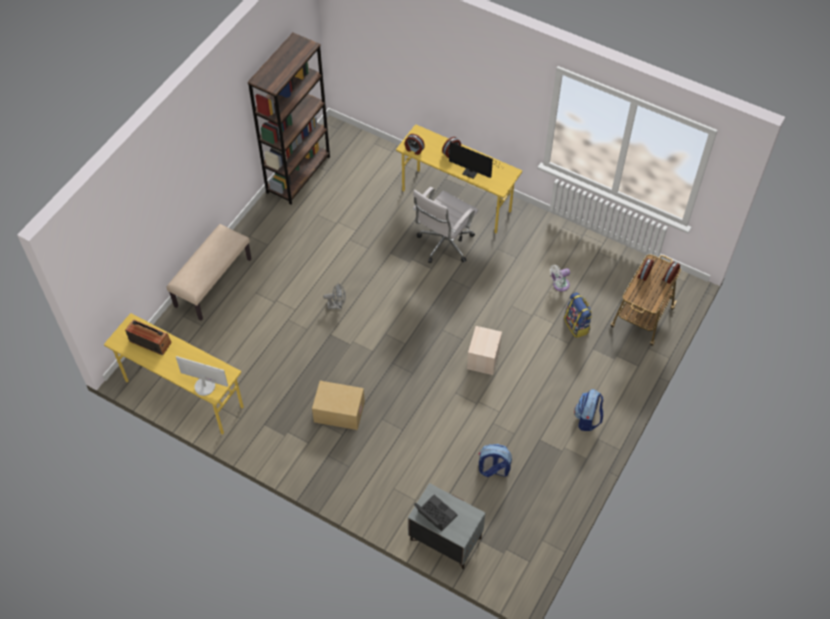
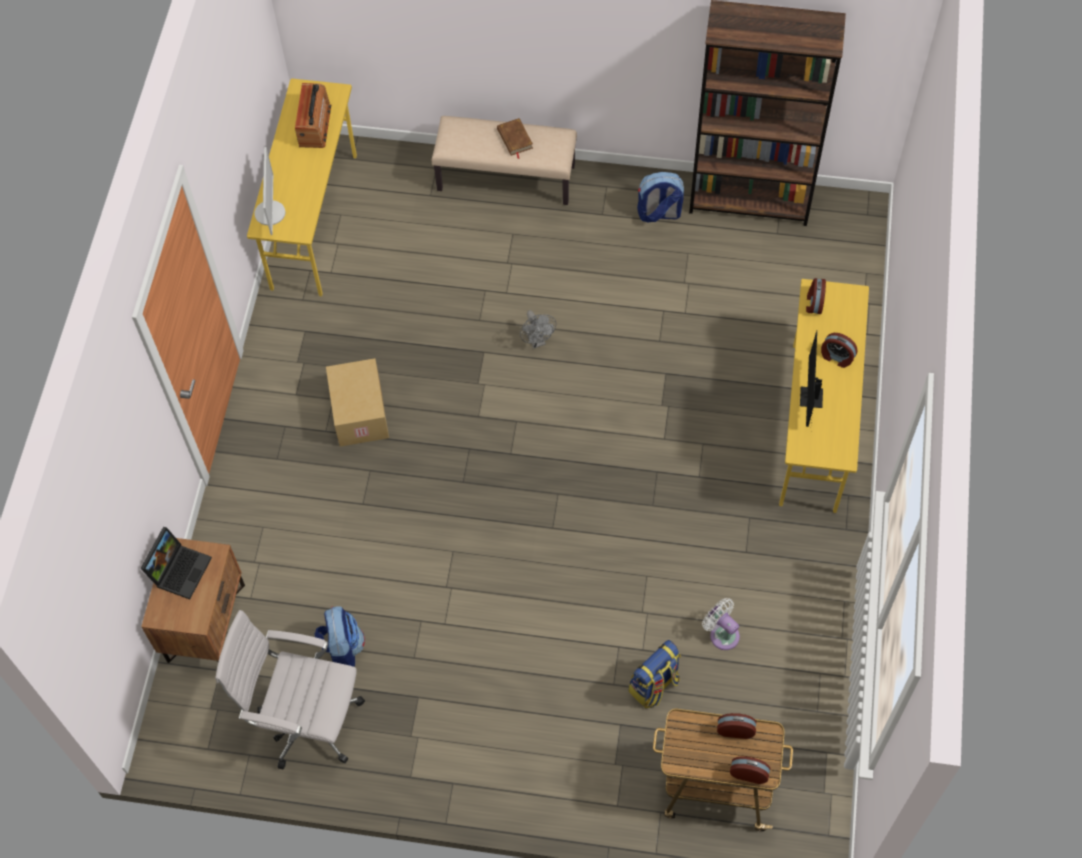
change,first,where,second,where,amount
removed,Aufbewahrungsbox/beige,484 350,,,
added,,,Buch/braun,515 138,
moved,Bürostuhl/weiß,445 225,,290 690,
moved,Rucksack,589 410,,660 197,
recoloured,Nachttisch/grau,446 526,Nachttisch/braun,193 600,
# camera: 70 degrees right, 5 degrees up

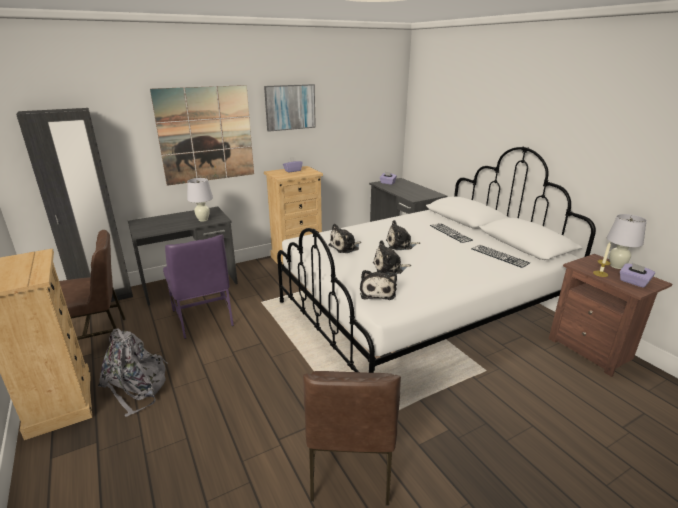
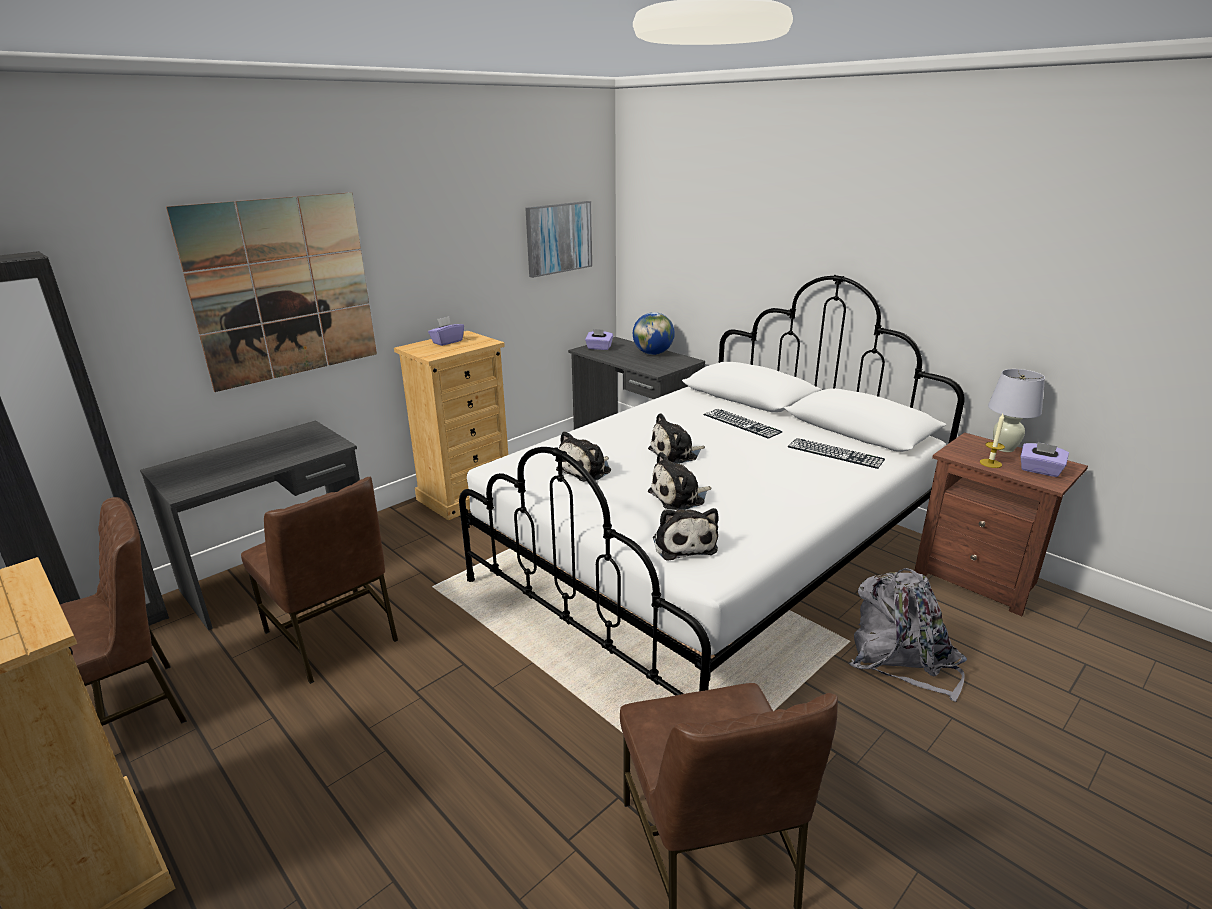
change,first,where,second,where,amount
removed,Tischlampe/weiß,200 200,,,
added,,,Globus,654 333,
moved,Rucksack/grau,133 373,,908 635,
moved,Bild,290 108,,558 239,
recoloured,Stuhl/lila,198 287,Stuhl/braun,319 580,
# camera: 15 degrees left, 0 degrees up

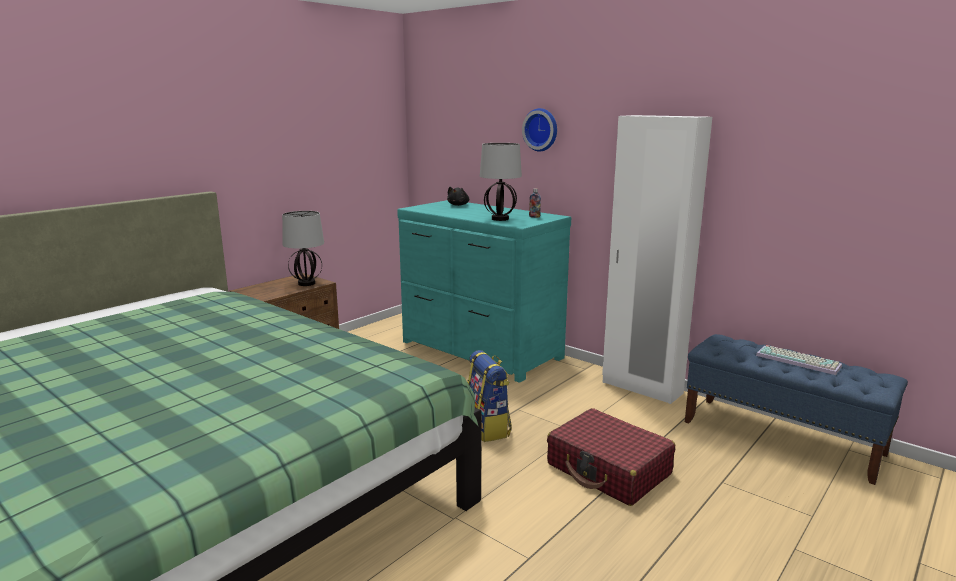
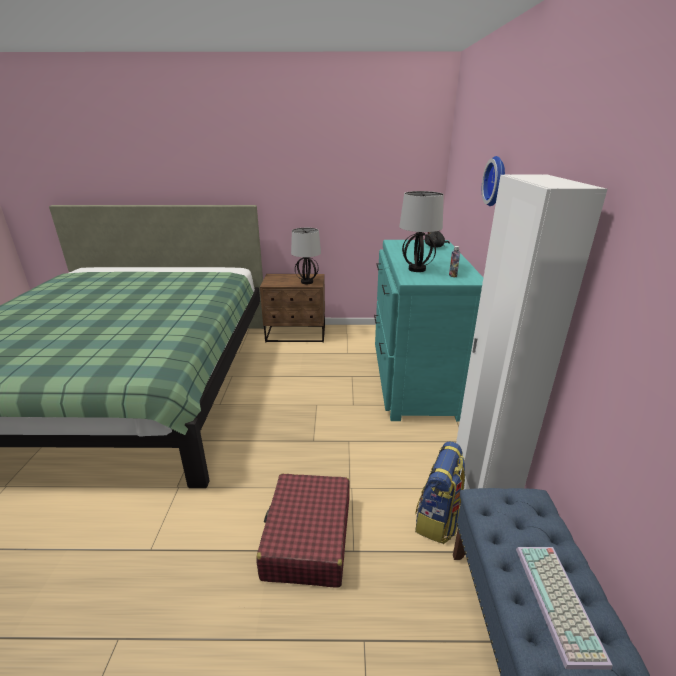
change,first,where,second,where,amount
moved,Rucksack,489 396,,440 492,
# camera: 50 degrees right, 10 degrees up

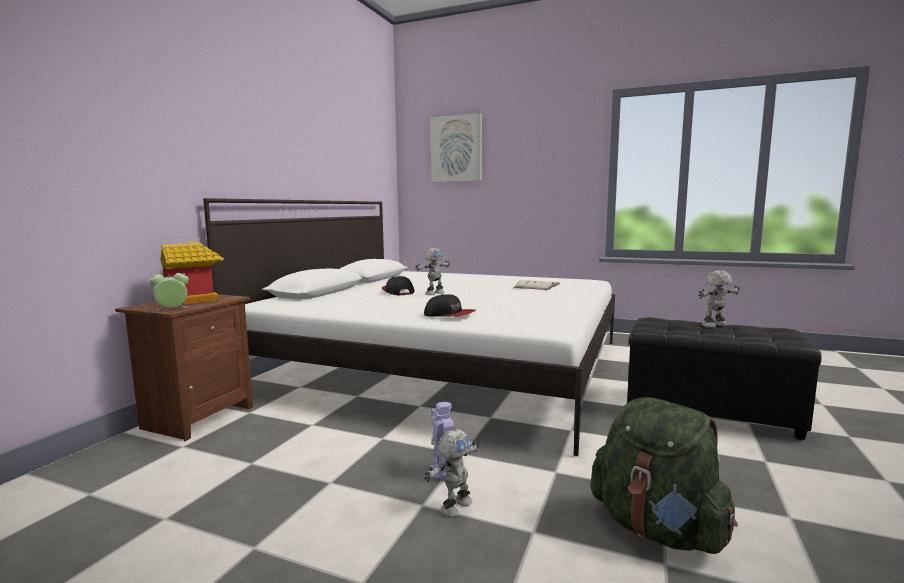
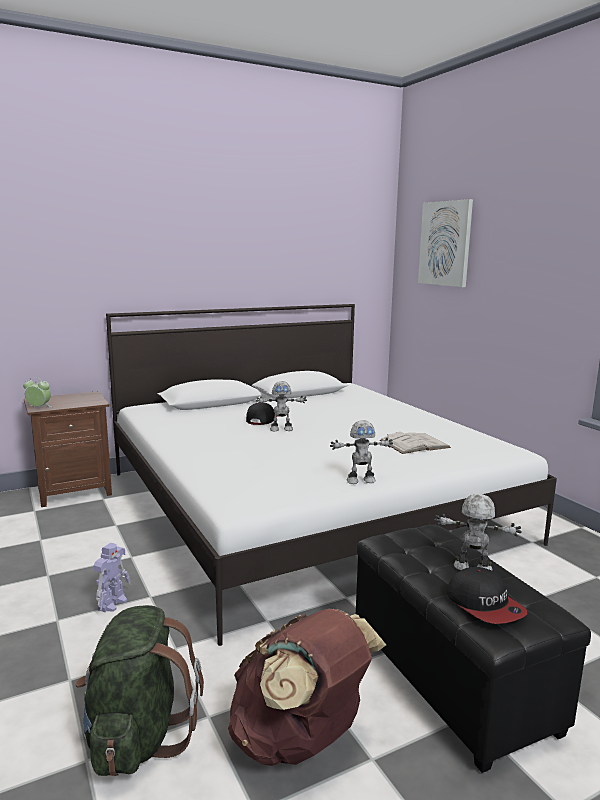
change,first,where,second,where,amount
removed,Spielzeughaus,192 273,,,
added,,,Rucksack/braun,307 687,
moved,Kappe,450 305,,487 595,
moved,Spielzeugroboter,451 473,,361 452,
# camera: 40 degrees right, 5 degrees up

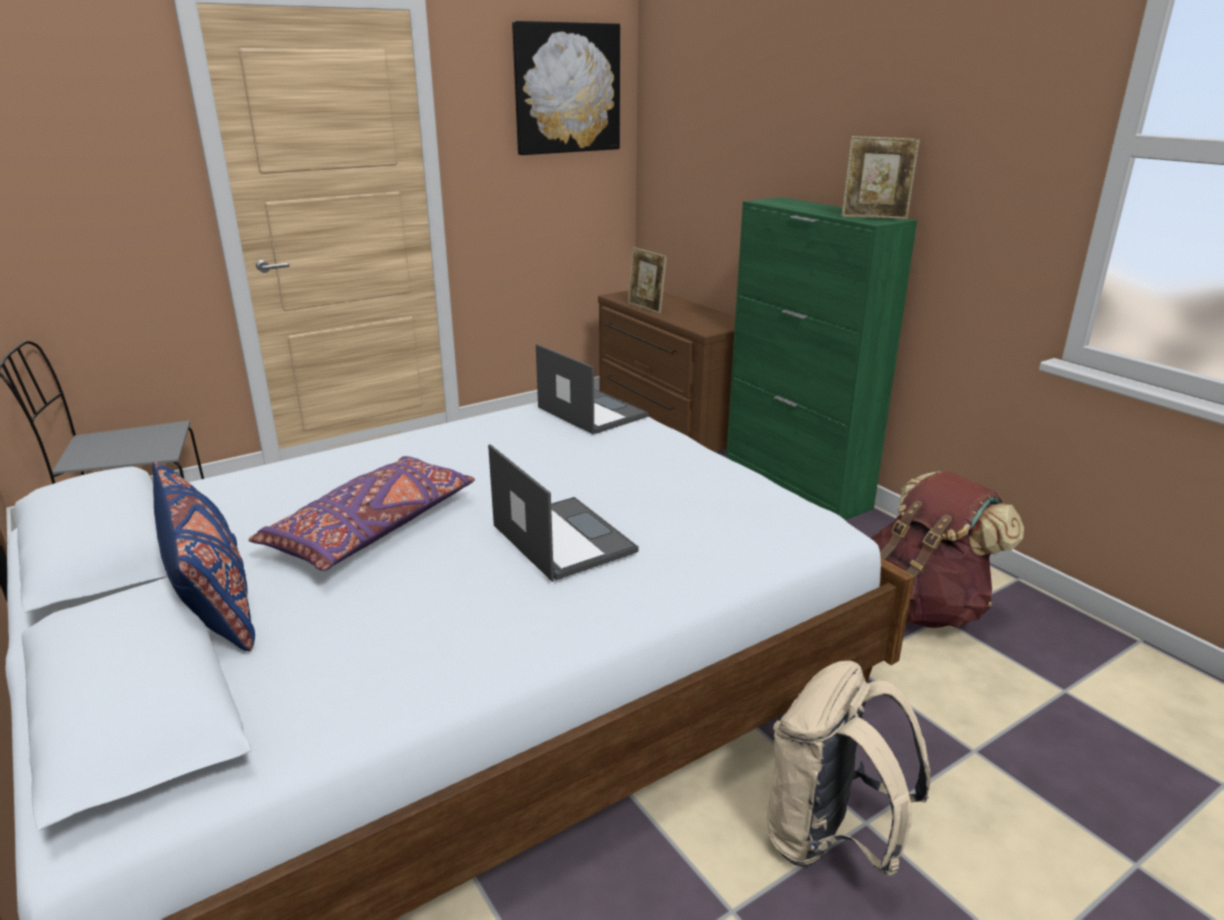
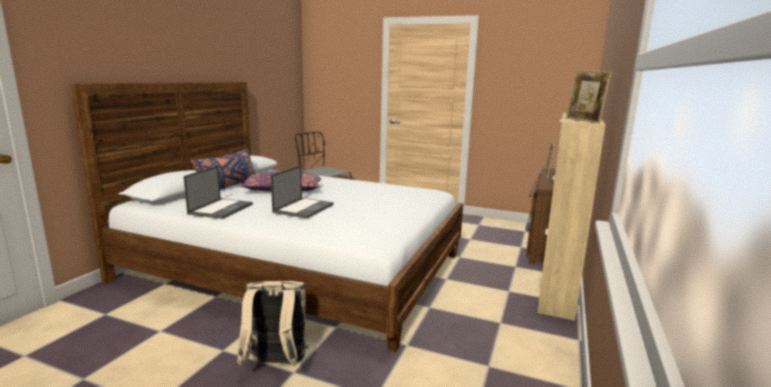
change,first,where,second,where,amount
removed,Bild,566 88,,,
removed,Rucksack/braun,947 549,,,
moved,Laptop,592 389,,218 192,
recoloured,Schrank/grün,821 358,Schrank/beige,571 217,
# camera: 55 degrees right, 10 degrees down

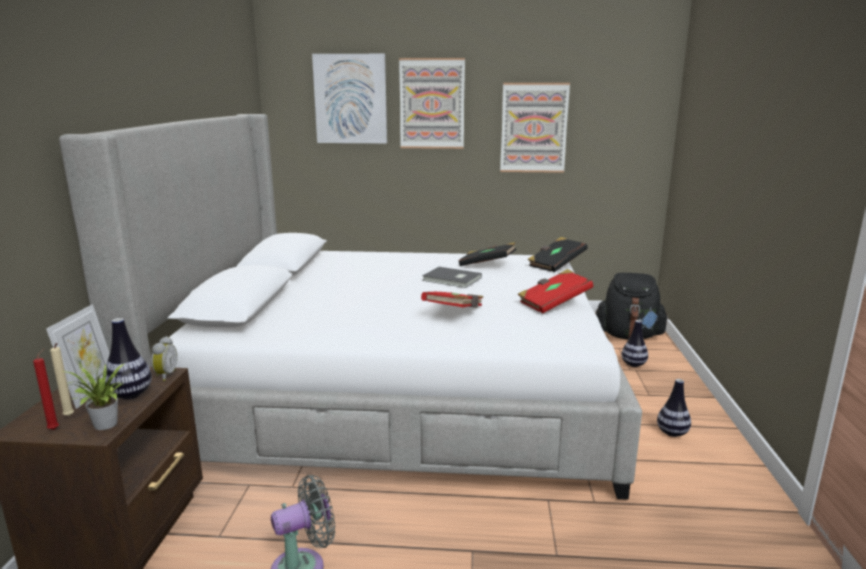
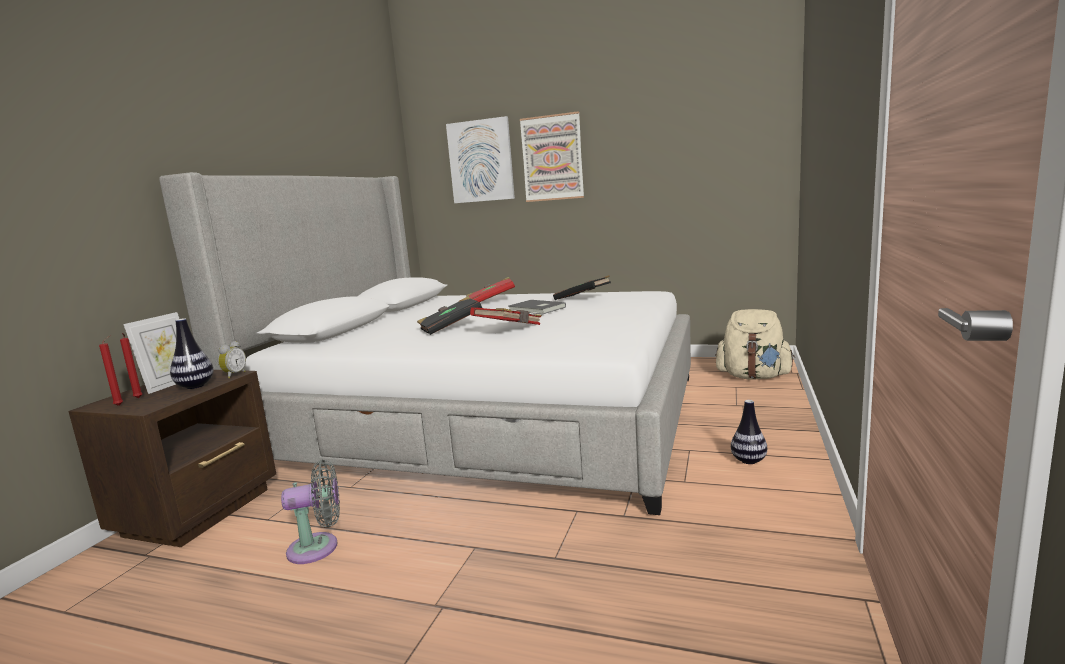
change,first,where,second,where,amount
removed,Topfpflanze,95 396,,,
removed,Bild,535 128,,,
removed,Vase,635 343,,,
moved,Buch/rot,555 291,,490 289,
moved,Buch/schwarz,558 254,,449 315,
recoloured,Kerze/beige,62 379,Kerze/rot,131 365,
recoloured,Rucksack/schwarz,632 306,Rucksack/beige,755 344,
# camera: 15 degrees right, 5 degrees down

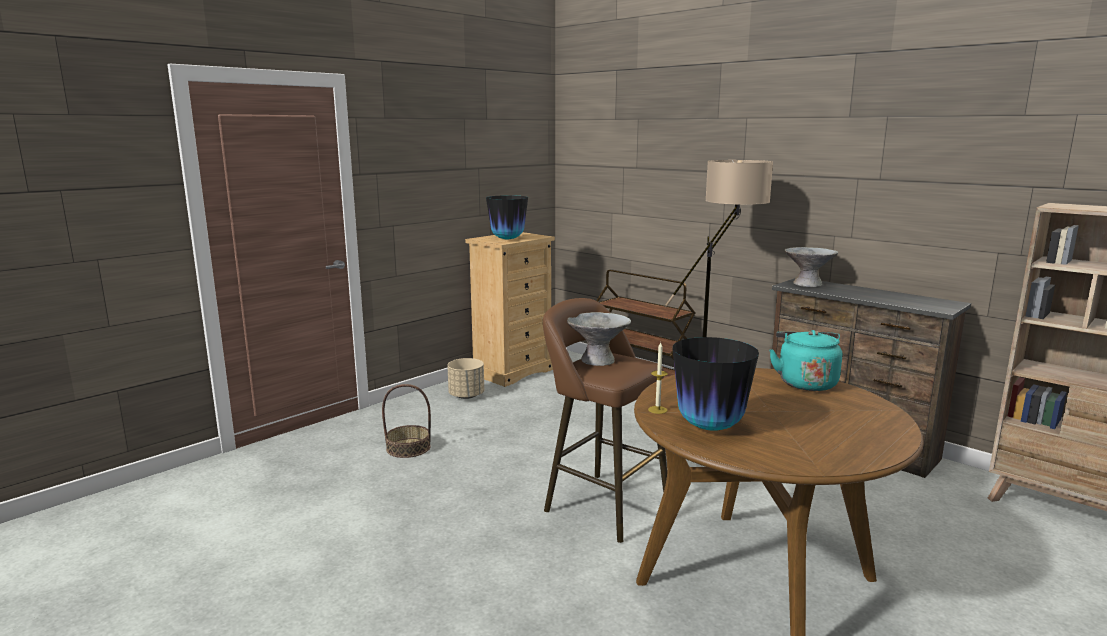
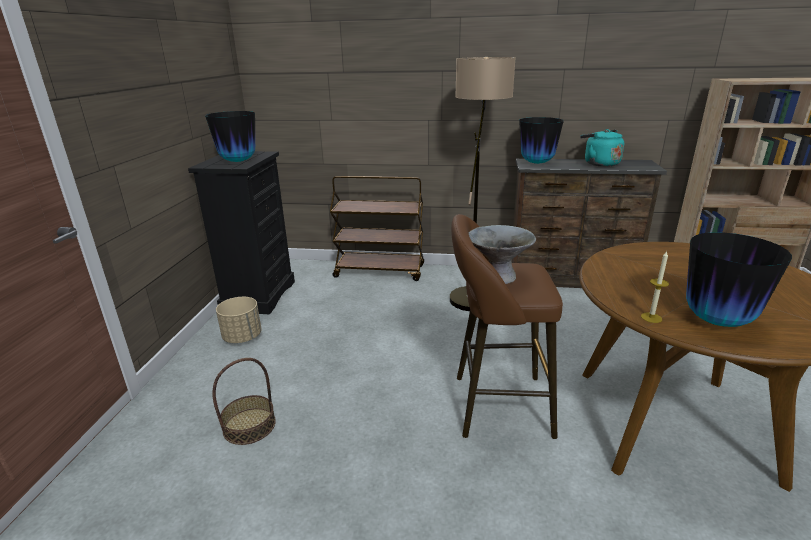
change,first,where,second,where,amount
moved,Wasserkessel/türkis,805 360,,602 148,
replaced,Schüssel/grau,811 267,Vase,541 140,
recoloured,Kommode/beige,510 309,Kommode/schwarz,241 232,
# camera: 35 degrees left, 10 degrees up

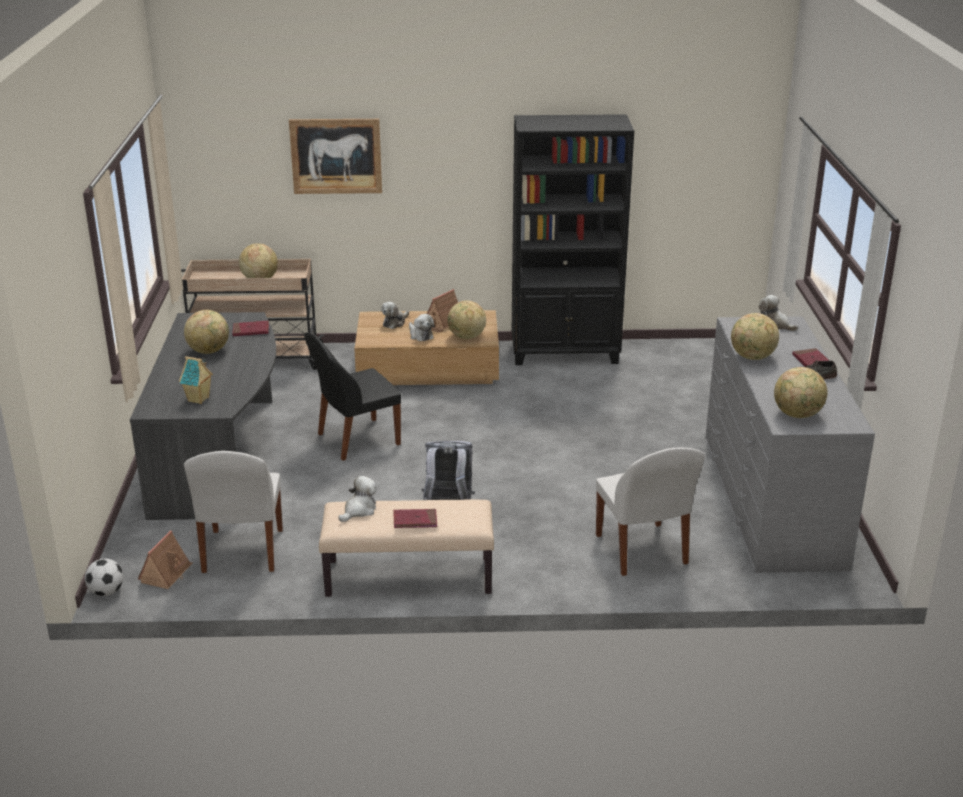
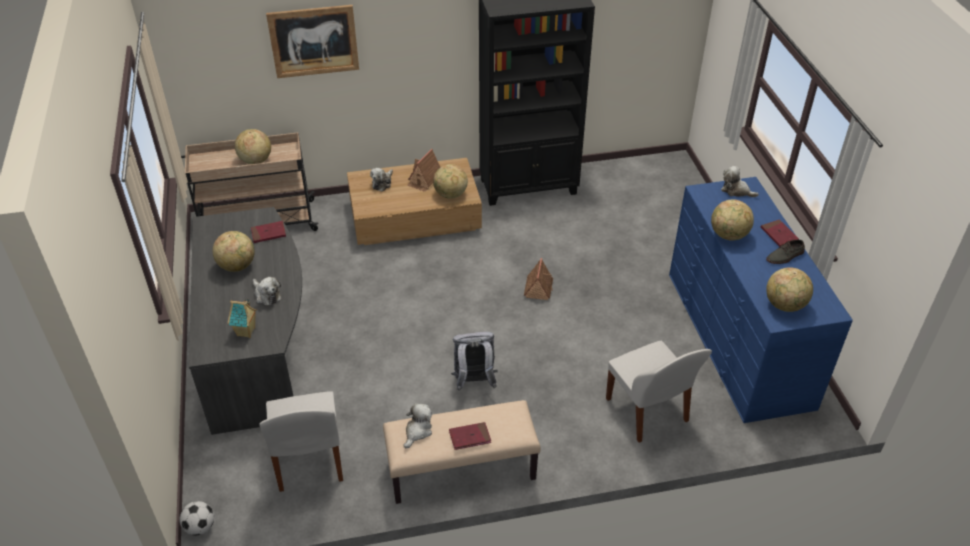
change,first,where,second,where,amount
removed,Stuhl/schwarz,352 396,,,
moved,Spielzeughaus,165 560,,538 279,
moved,Plüschtier,422 327,,267 291,
recoloured,Kommode/grau,790 444,Kommode/blau,761 300,
# camera: 10 degrees left, 15 degrees up

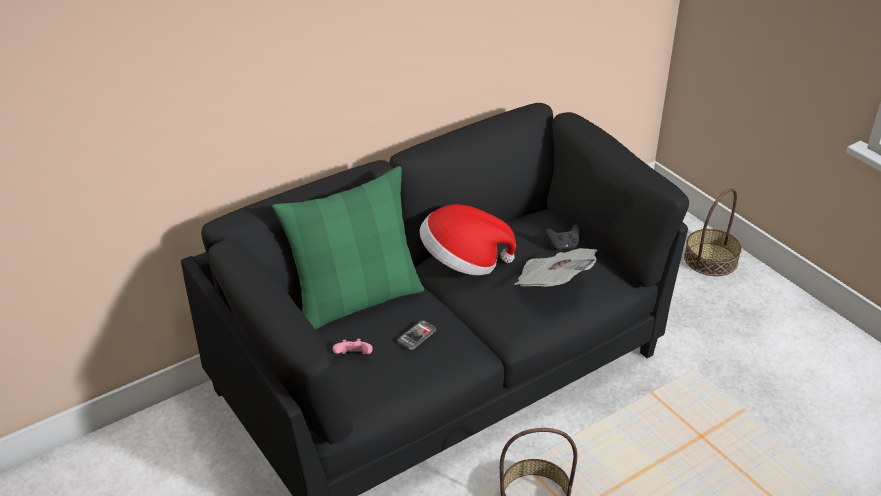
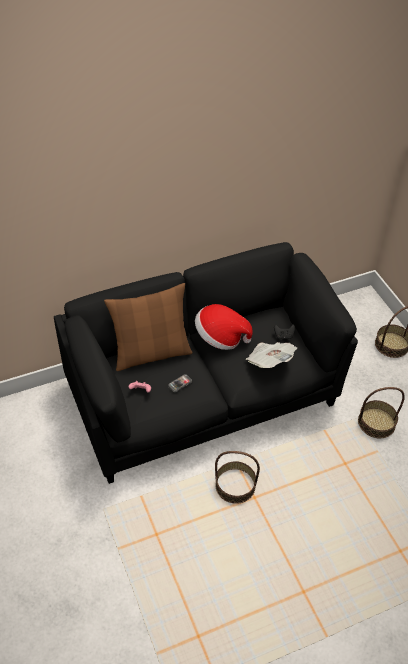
change,first,where,second,where,amount
added,,,Korb,381 412,
recoloured,Kissen/grün,348 247,Kissen/braun,148 327,
# camera: 10 degrees right, 10 degrees up

